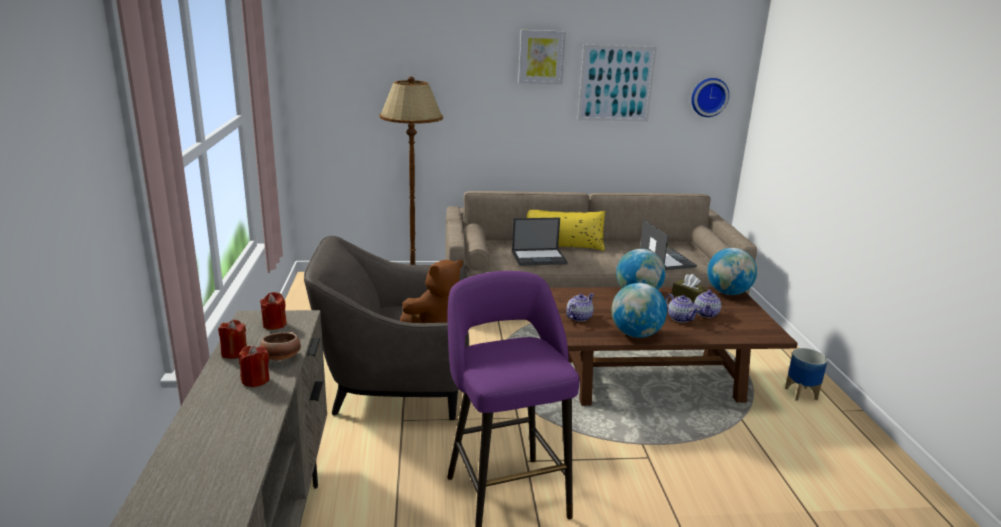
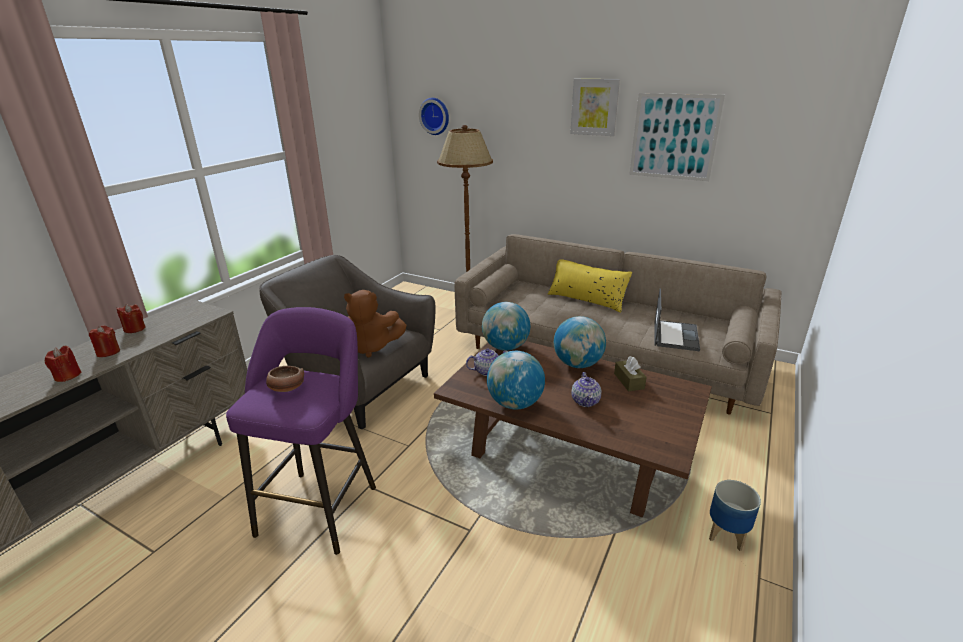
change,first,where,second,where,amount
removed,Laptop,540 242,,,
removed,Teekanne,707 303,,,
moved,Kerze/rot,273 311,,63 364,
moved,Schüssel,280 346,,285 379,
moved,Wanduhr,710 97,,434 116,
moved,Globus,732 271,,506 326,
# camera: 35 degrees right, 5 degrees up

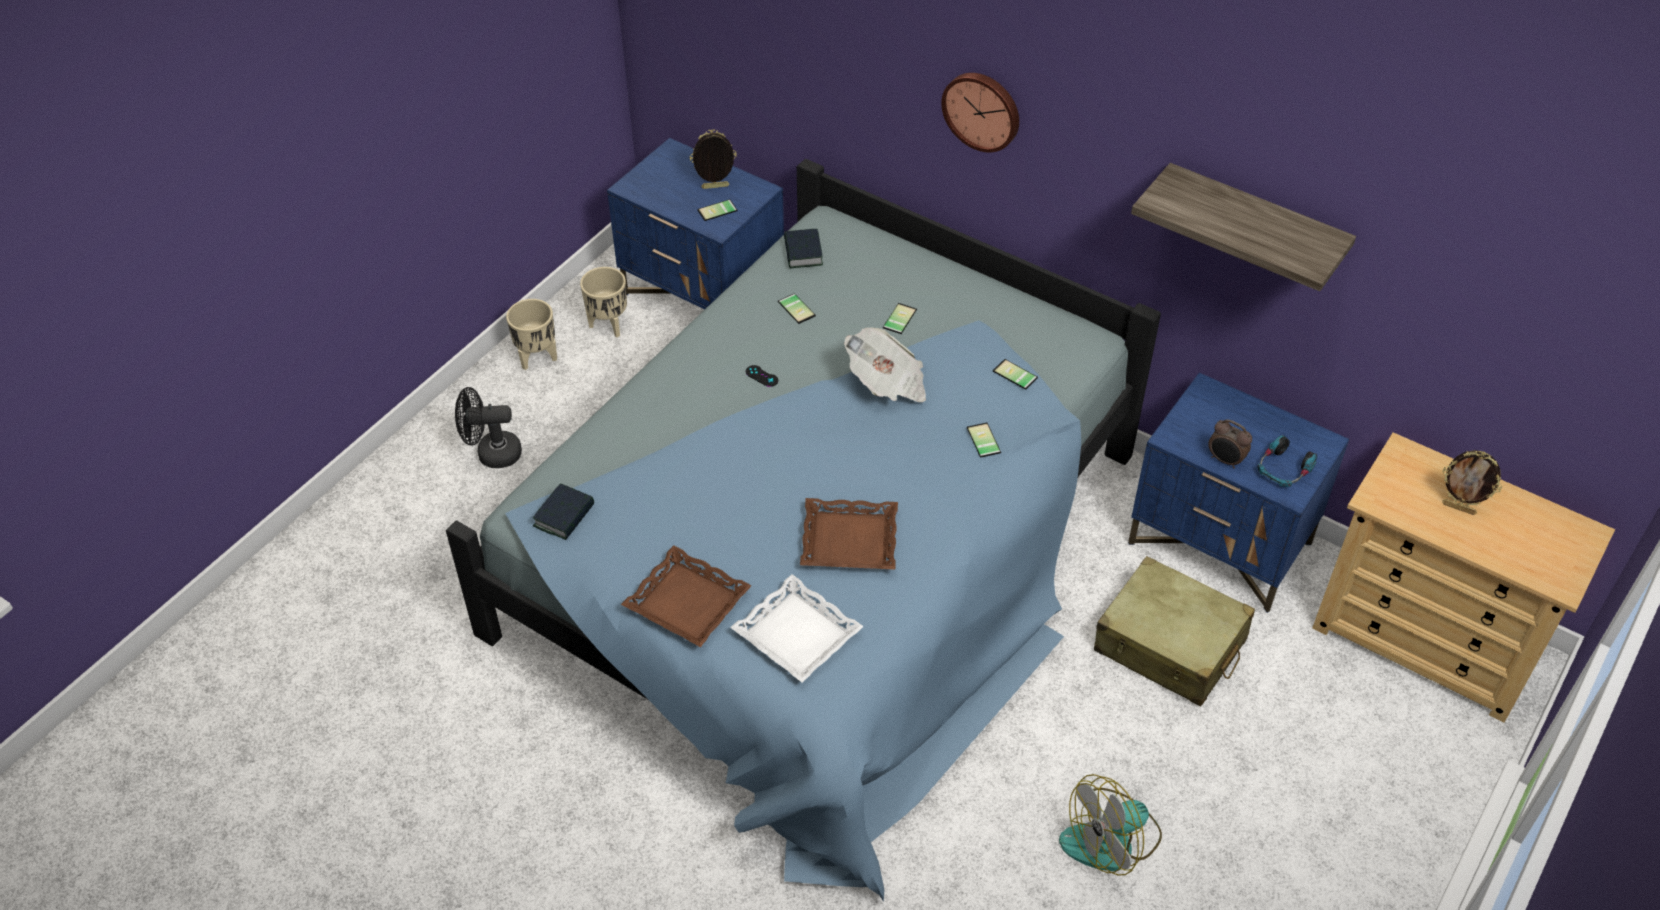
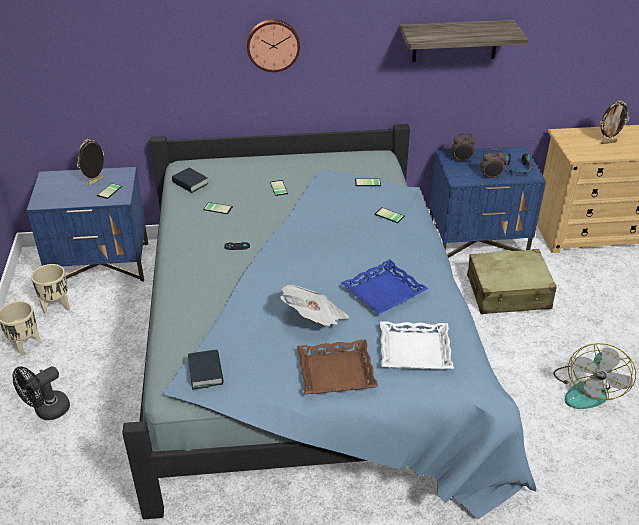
change,first,where,second,where,amount
added,,,Wecker,464 147,
moved,Zeitung,885 365,,314 305,
recoloured,Tablett/braun,849 534,Tablett/blau,385 286,
# camera: 40 degrees left, 10 degrees down

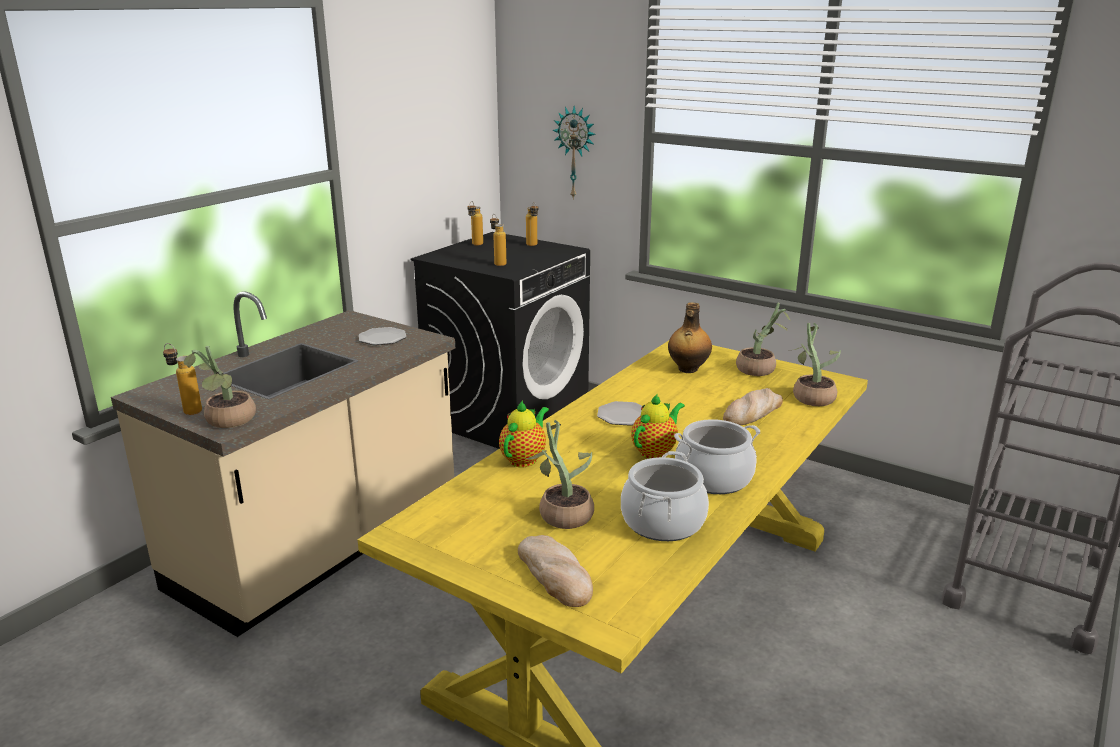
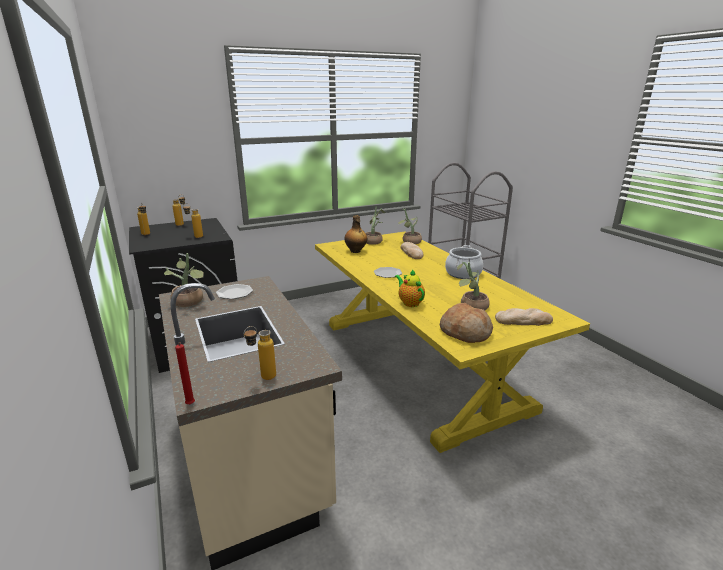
change,first,where,second,where,amount
removed,Wanduhr,574 153,,,
removed,Kochtopf,665 496,,,
removed,Teekanne,658 426,,,
added,,,Kerze/rot,185 374,
added,,,Brot,466 323,
moved,Topfpflanze,220 387,,184 280,
# camera: 60 degrees left, 0 degrees up

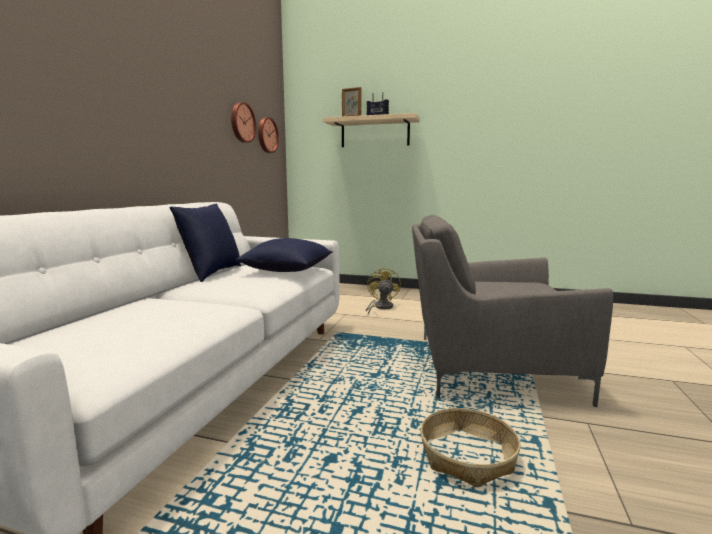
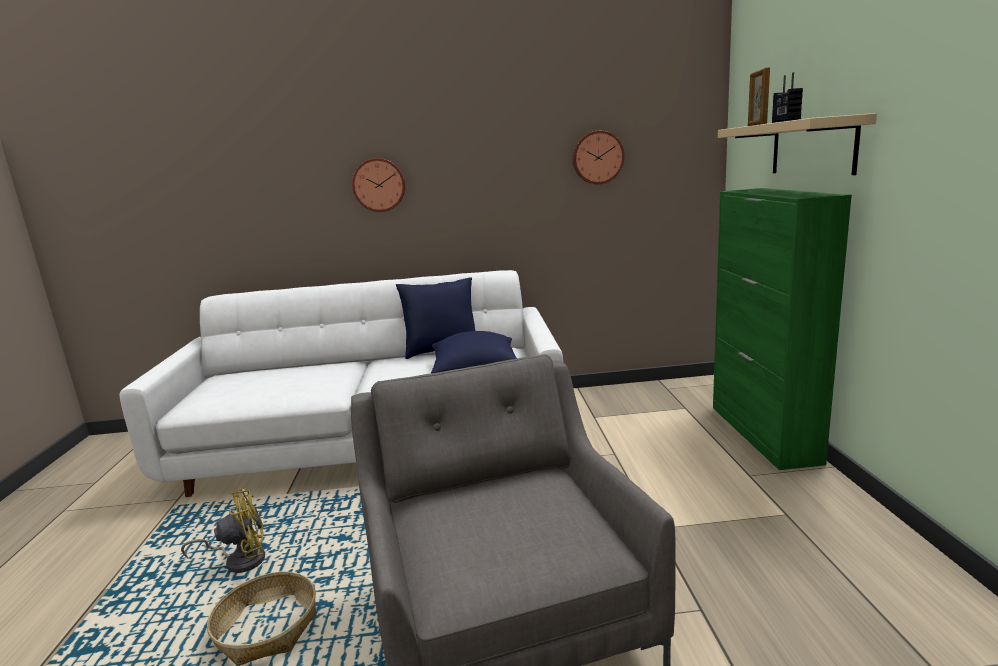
change,first,where,second,where,amount
added,,,Schrank/grün,782 329,
moved,Wanduhr,268 135,,379 185,
moved,Ventilator/gelb,383 290,,223 531,
# camera: 70 degrees right, 5 degrees up

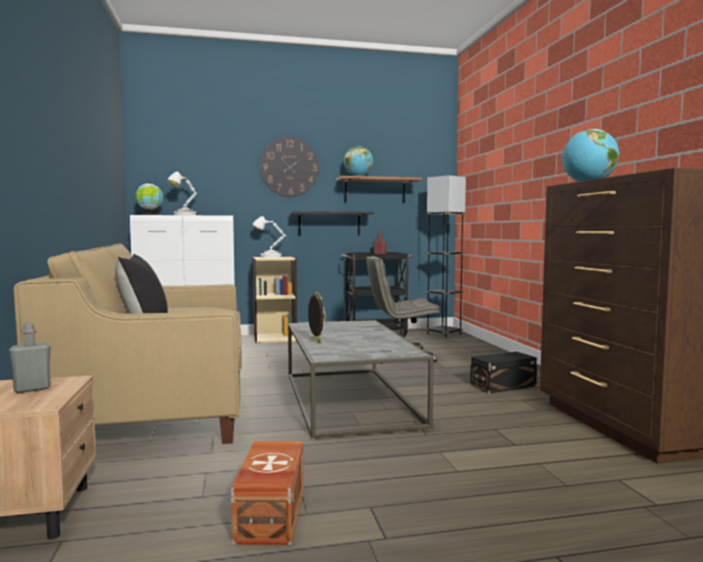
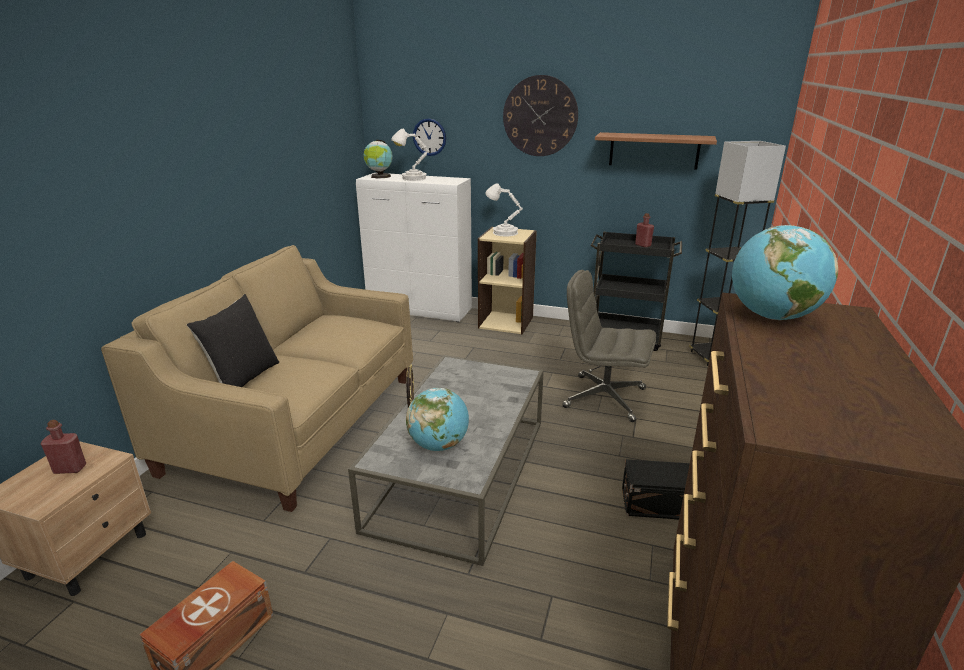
change,first,where,second,where,amount
removed,Wandregal/schwarz,332 223,,,
added,,,Wanduhr,429 137,
moved,Globus,358 161,,437 419,
recoloured,Flasche/grau,30 358,Flasche/rot,63 447,
# camera: 30 degrees right, 20 degrees up

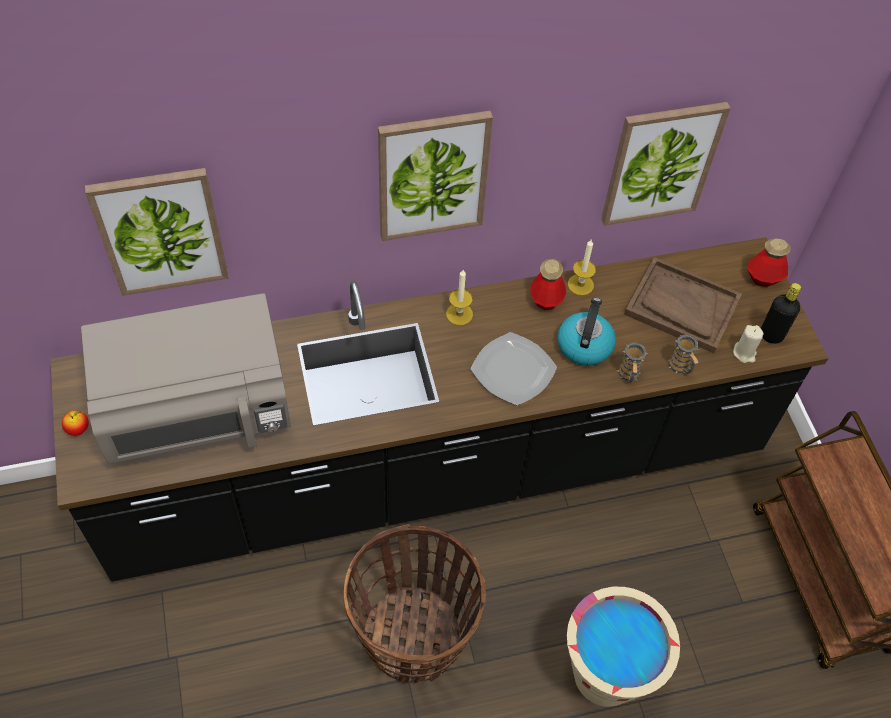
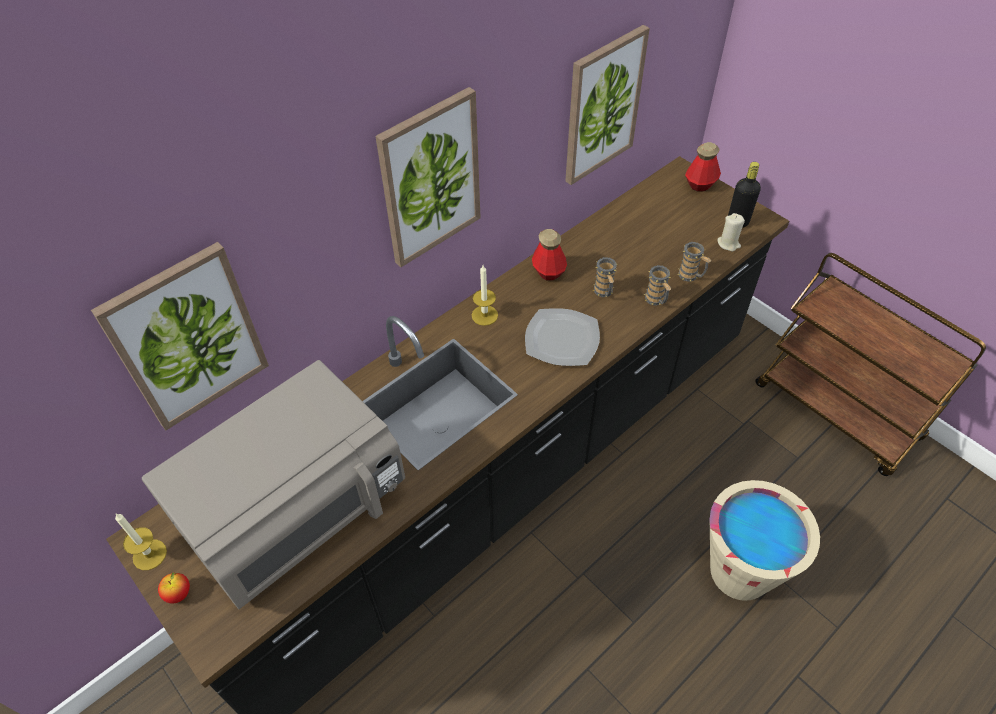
change,first,where,second,where,amount
removed,Korb,415 604,,,
removed,Tablett/braun,683 305,,,
moved,Kerze,582 268,,141 541,
replaced,Wasserkessel,586 332,Henkelbecher,605 277,
# camera: 25 degrees left, 5 degrees down

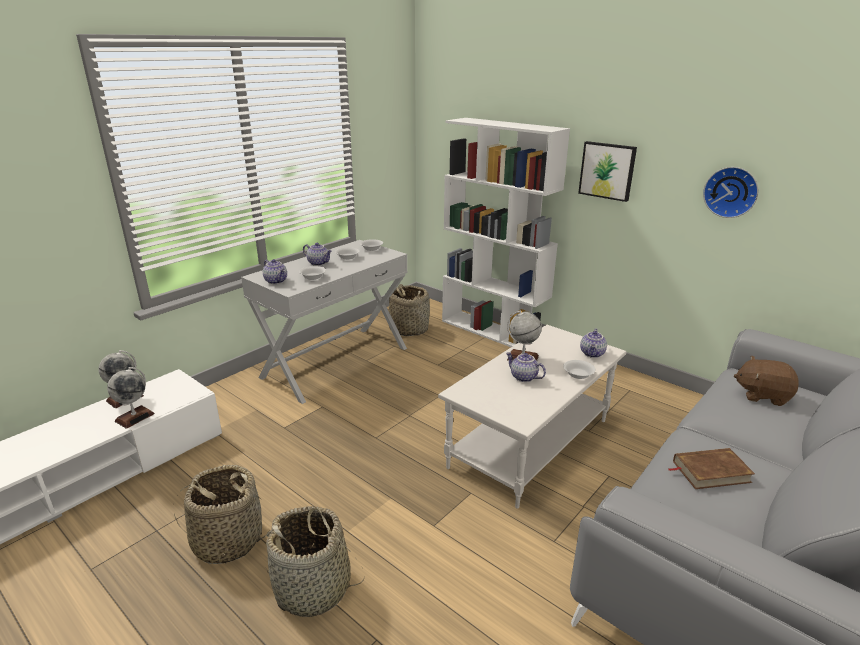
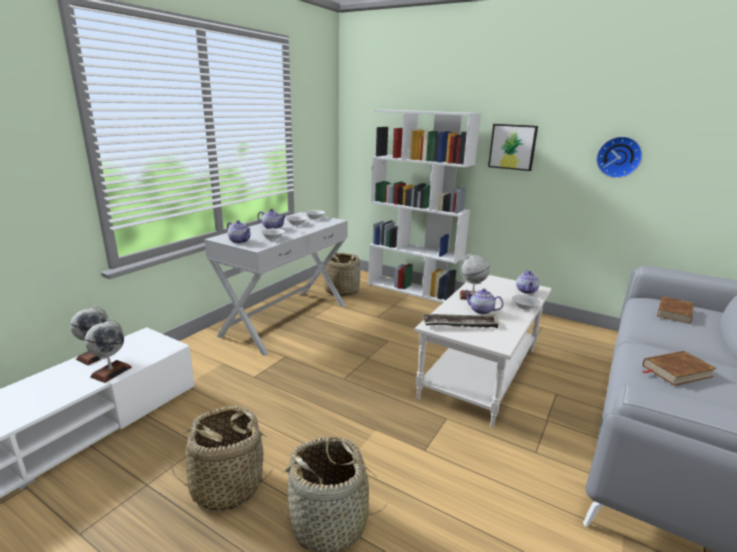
change,first,where,second,where,amount
added,,,Tablett,461 321,
replaced,Plüschtier/braun,766 380,Buch/braun,675 310,
# camera: 10 degrees left, 5 degrees down

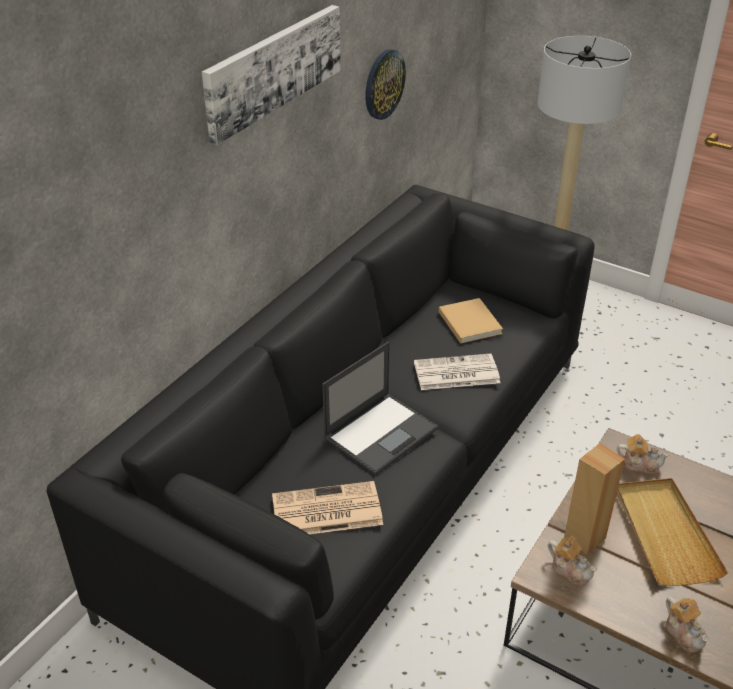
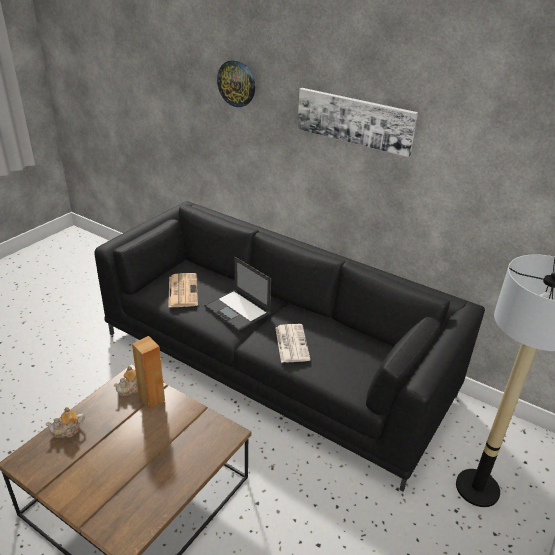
change,first,where,second,where,amount
removed,Buch/beige,471 321,,,
removed,Tablett/beige,672 532,,,
removed,Teekanne,643 454,,,
moved,Wanduhr,385 84,,236 83,
# camera: 90 degrees right, 5 degrees down

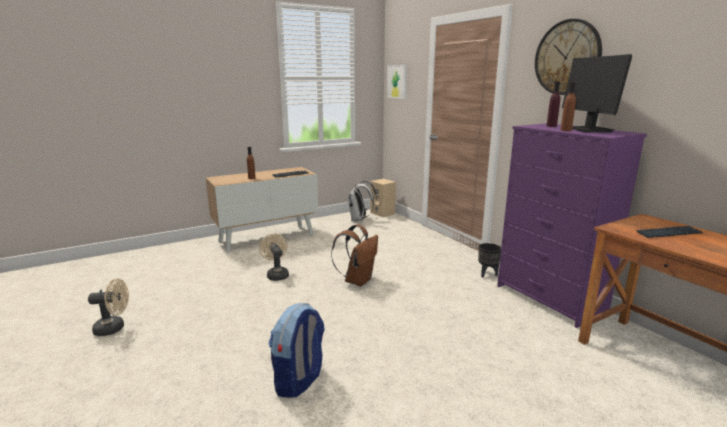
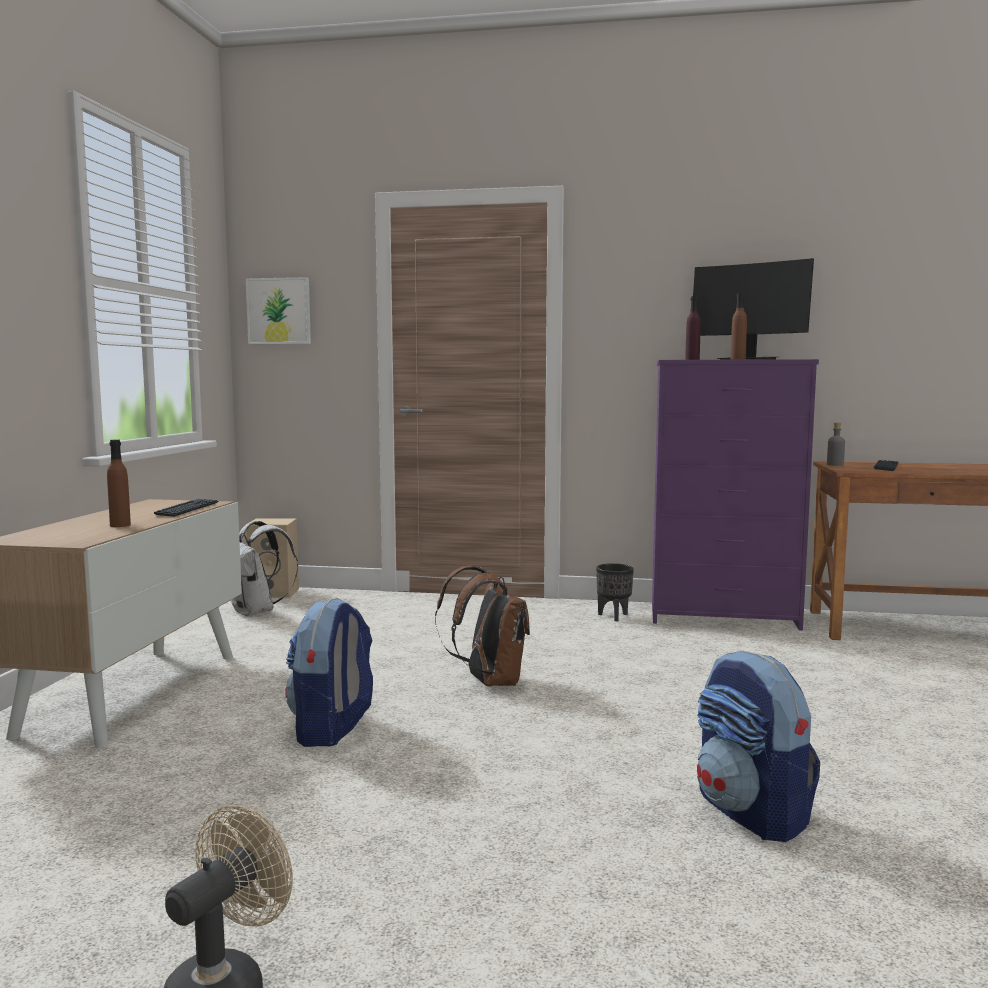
change,first,where,second,where,amount
removed,Wanduhr,568 57,,,
added,,,Flasche/grau,836 444,
replaced,Ventilator/beige,274 257,Rucksack,329 672,
# camera: 50 degrees left, 10 degrees down

